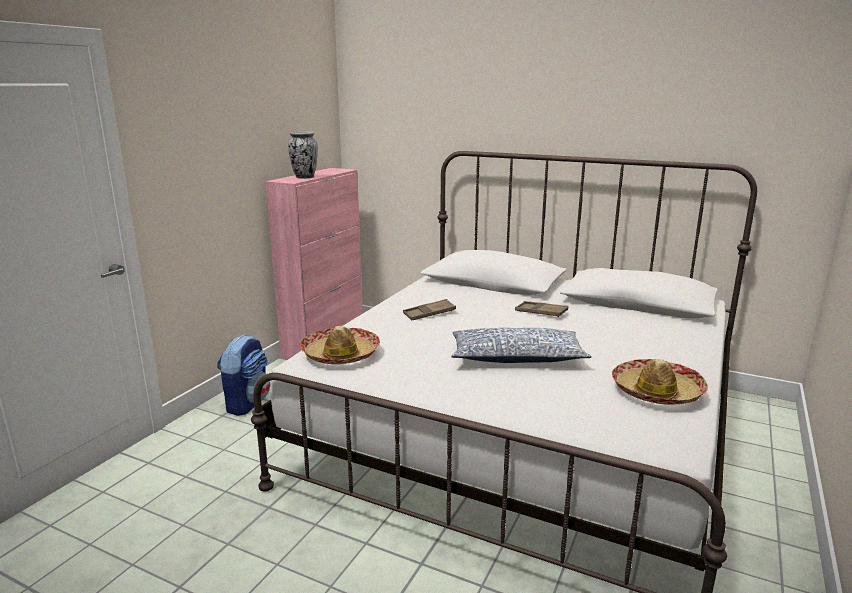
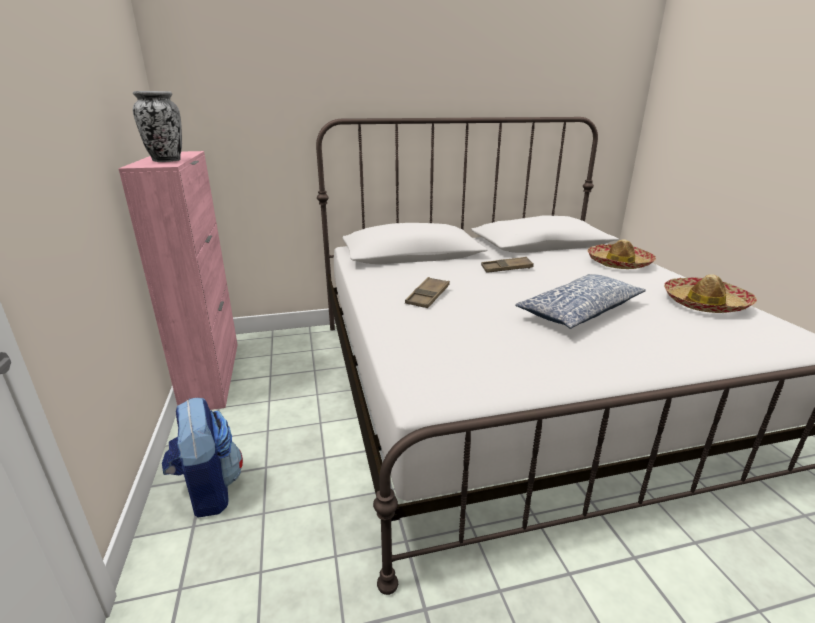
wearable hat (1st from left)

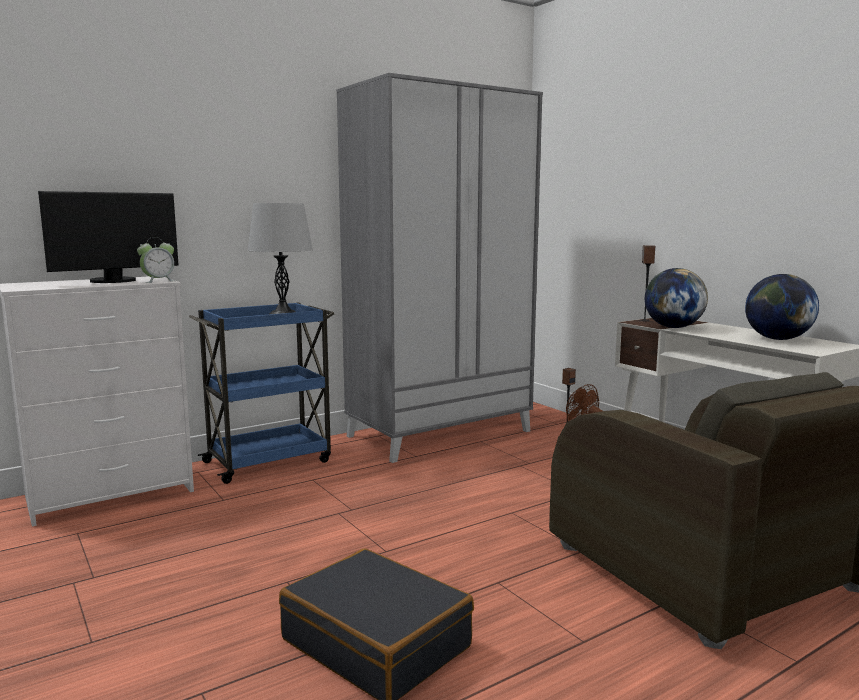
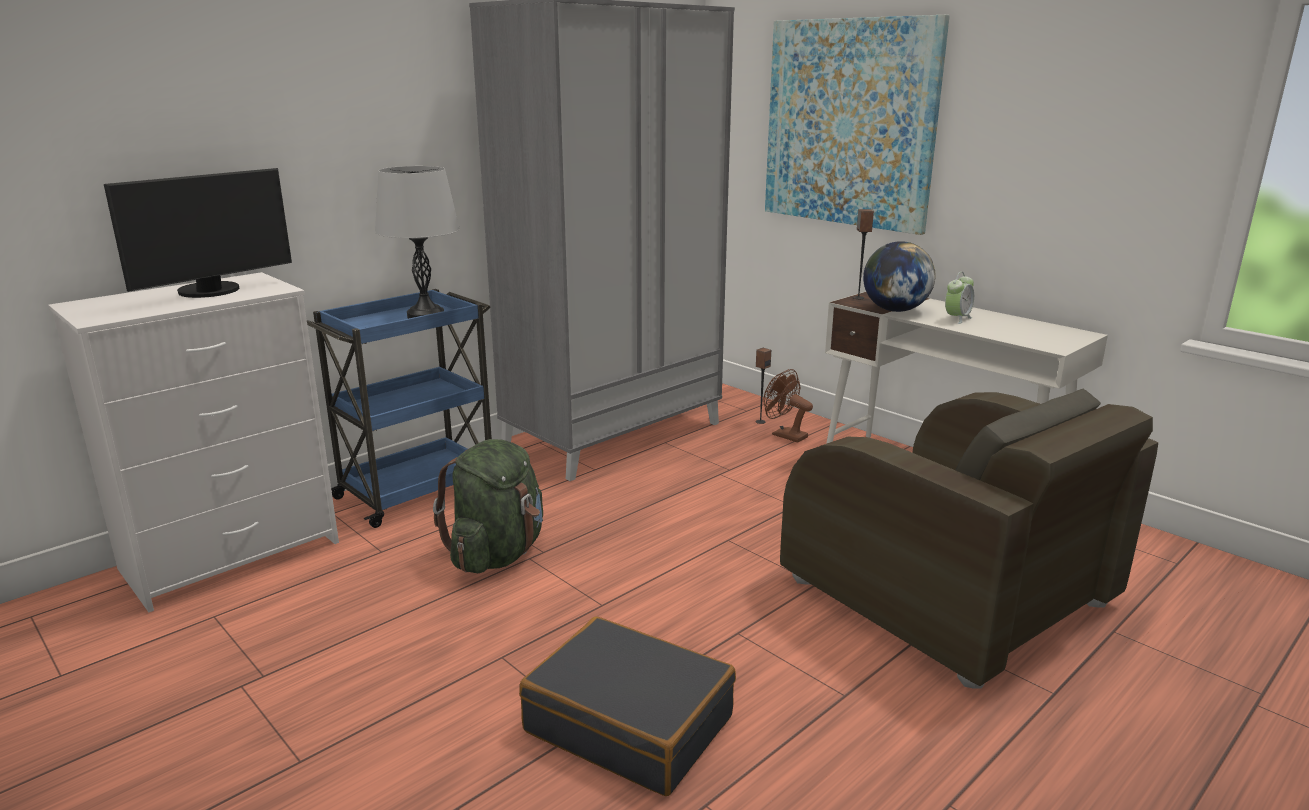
alarm clock
world globe (2nd from left in the first image)
wall art
rucksack in green-coloured

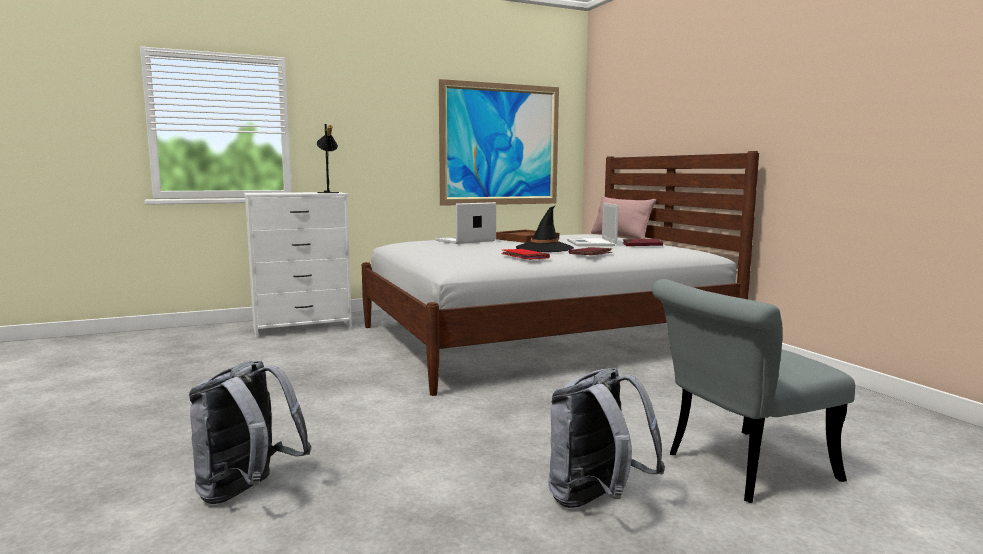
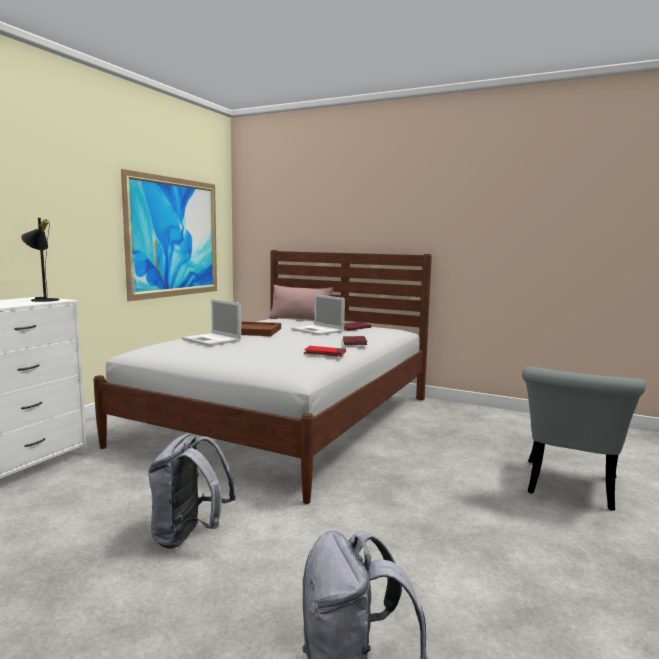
laptop (1st from left)
wearable hat in black-coloured
rucksack in grey (1st from left)

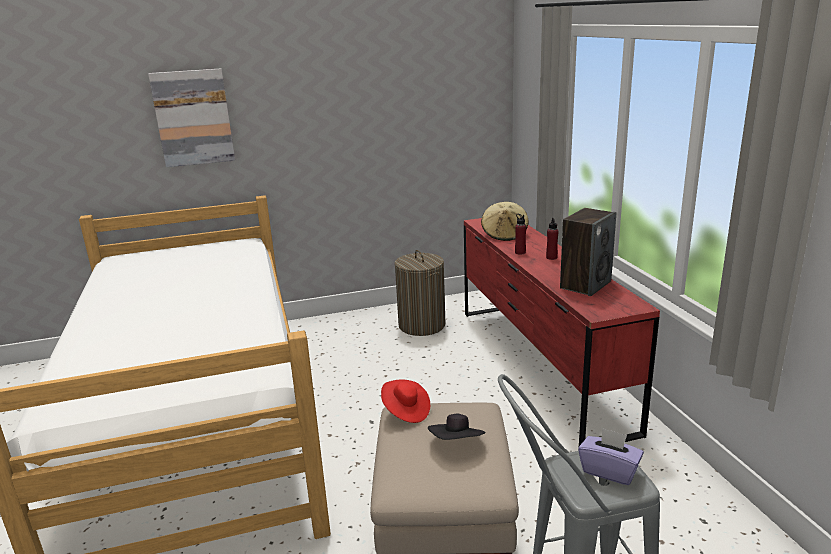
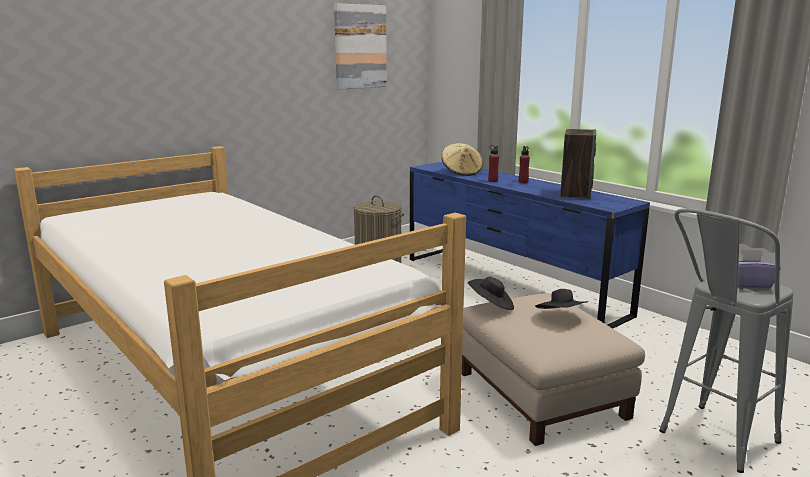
wall art
drawer chest in blue
wearable hat in black-coloured (1st from left)

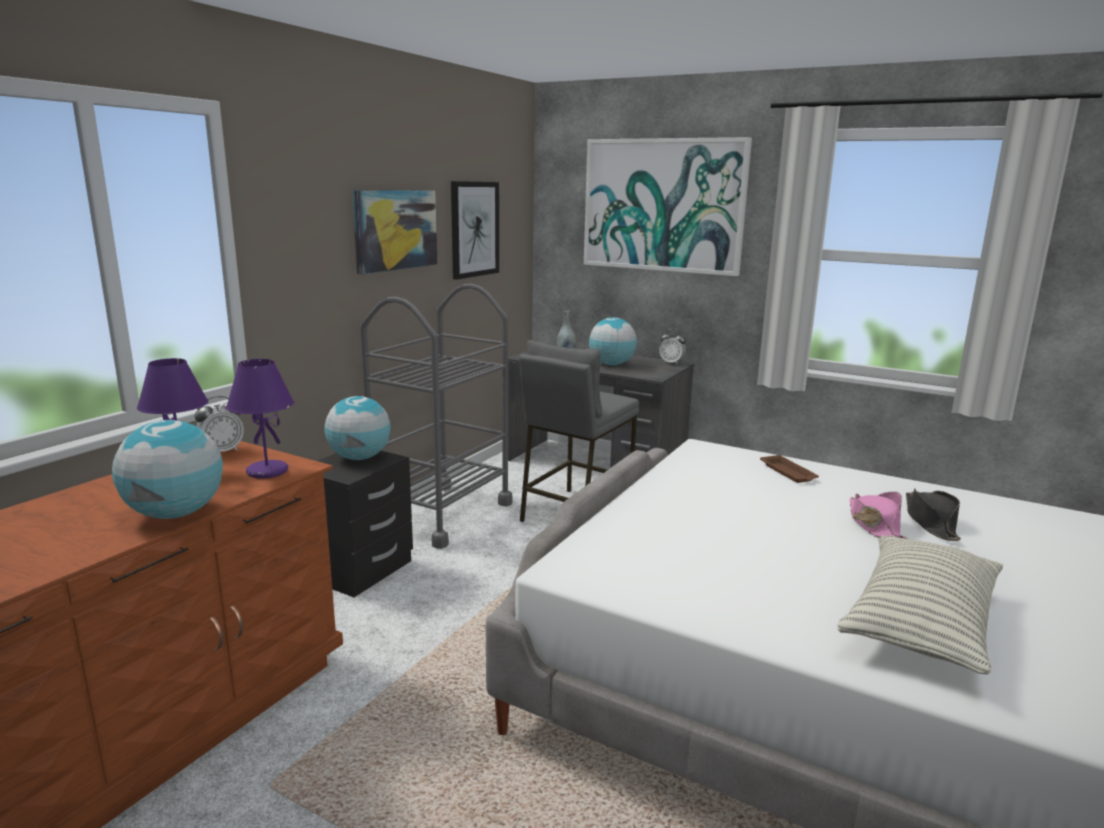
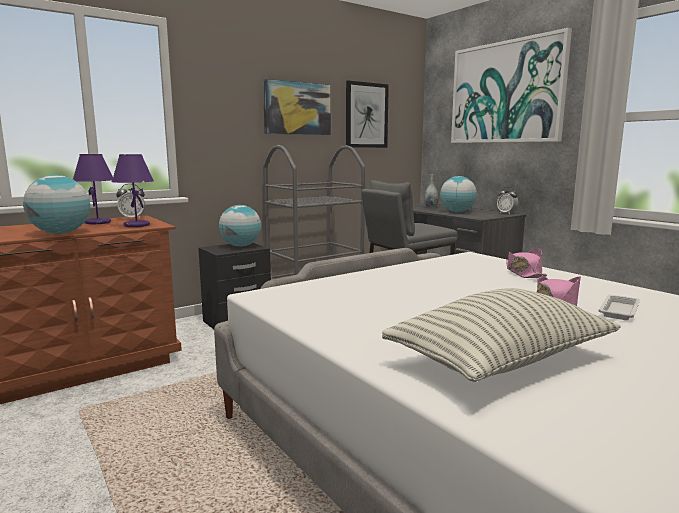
wearable hat in pinkish (1st from left)
carrying tray in white-coloured

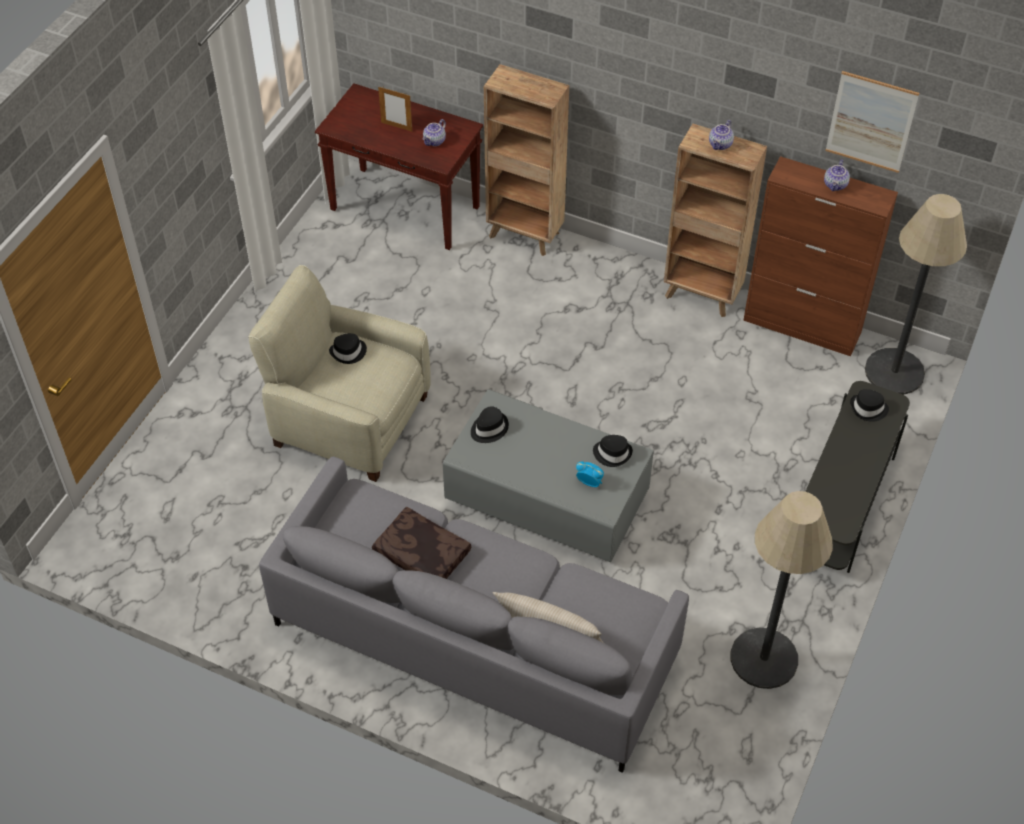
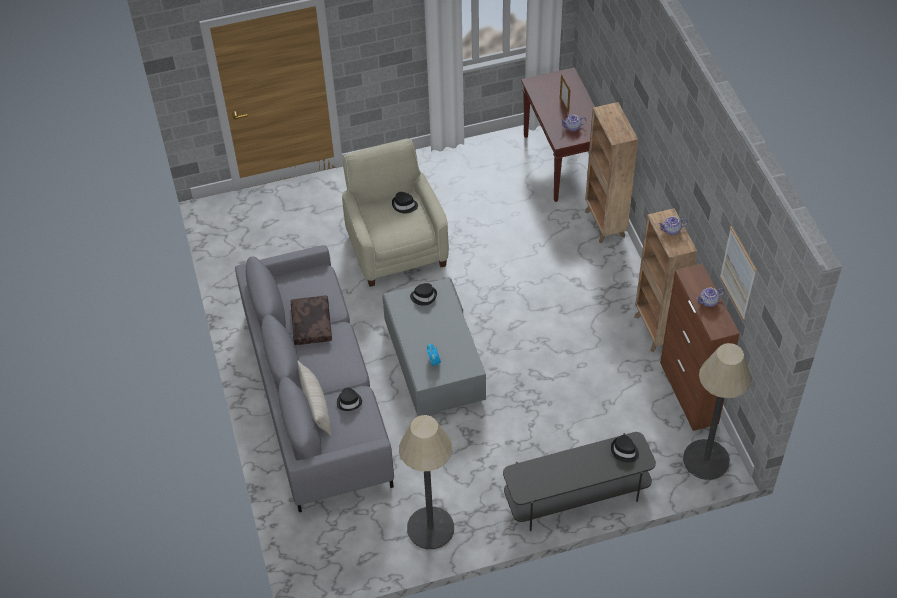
wearable hat in black-coloured (1st from left)

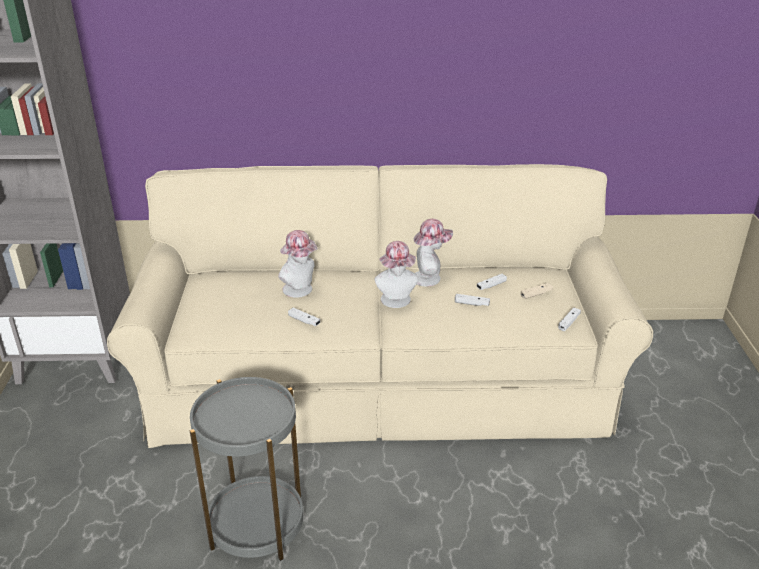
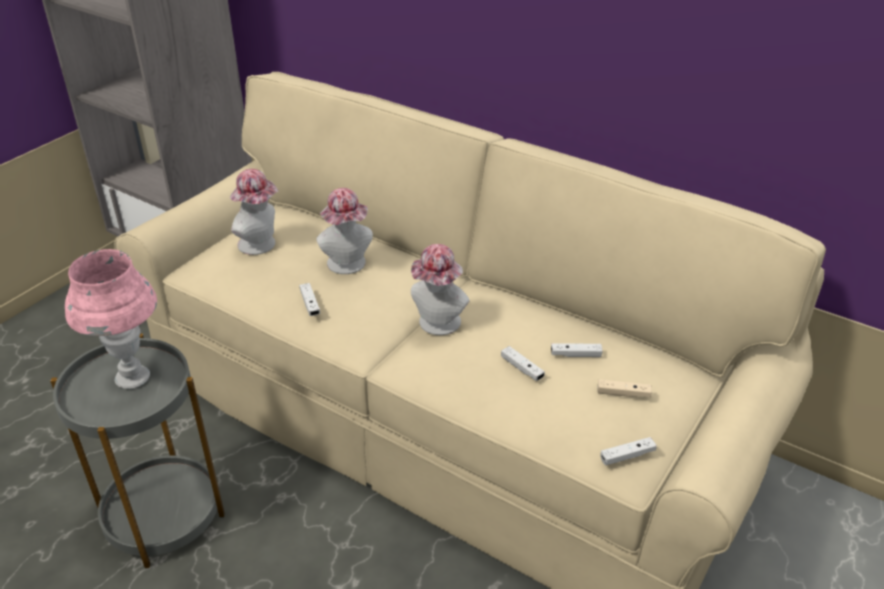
wearable hat (1st from left)
lamp for a table in pinkish

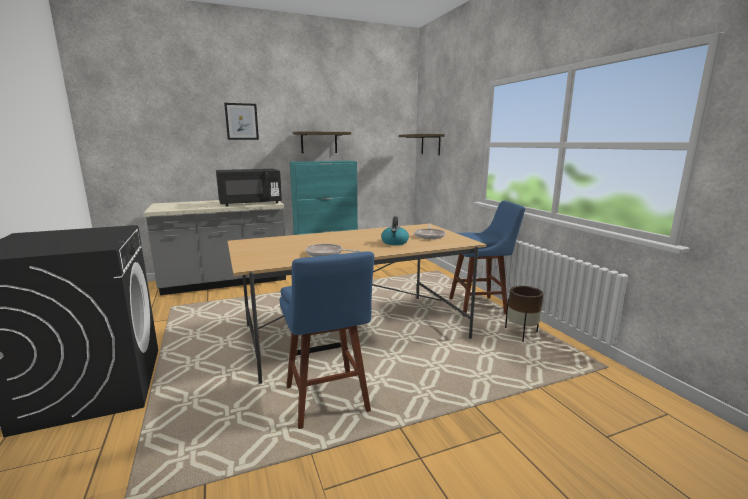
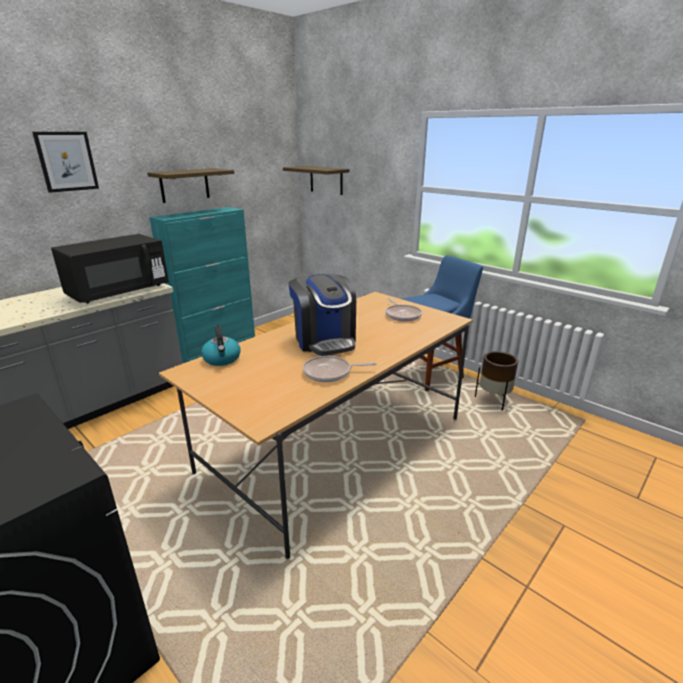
kettle
sitting stool in blue (1st from left in the first image)
coffee machine

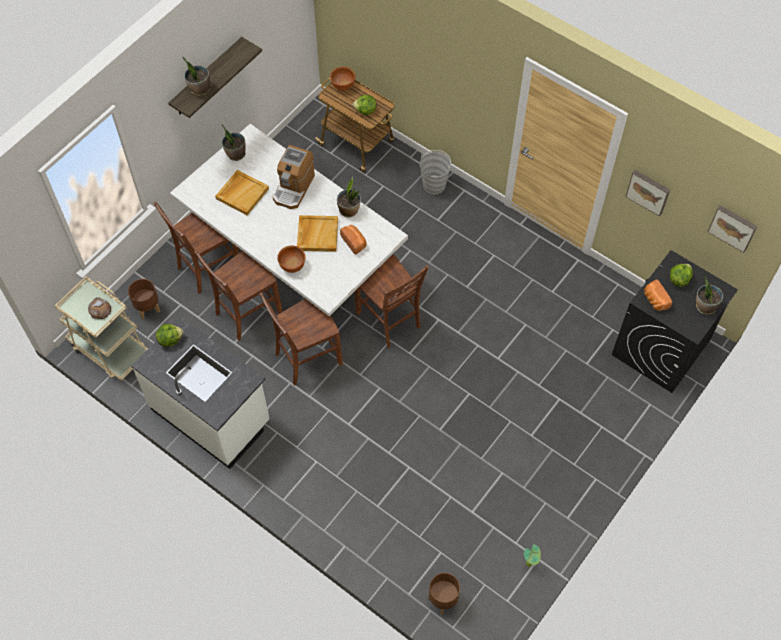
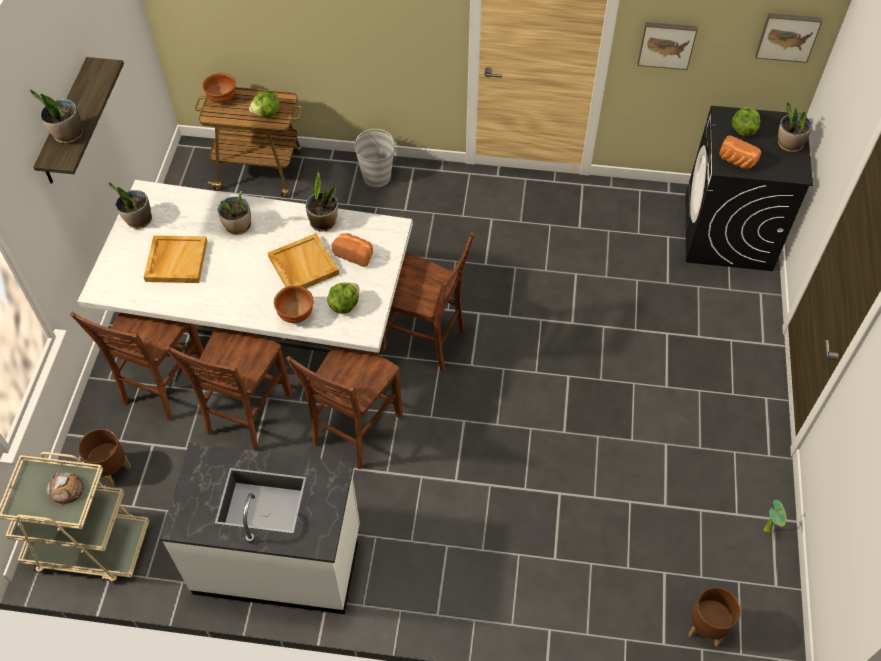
potted plant (3rd from left)
lettuce head (2nd from left)

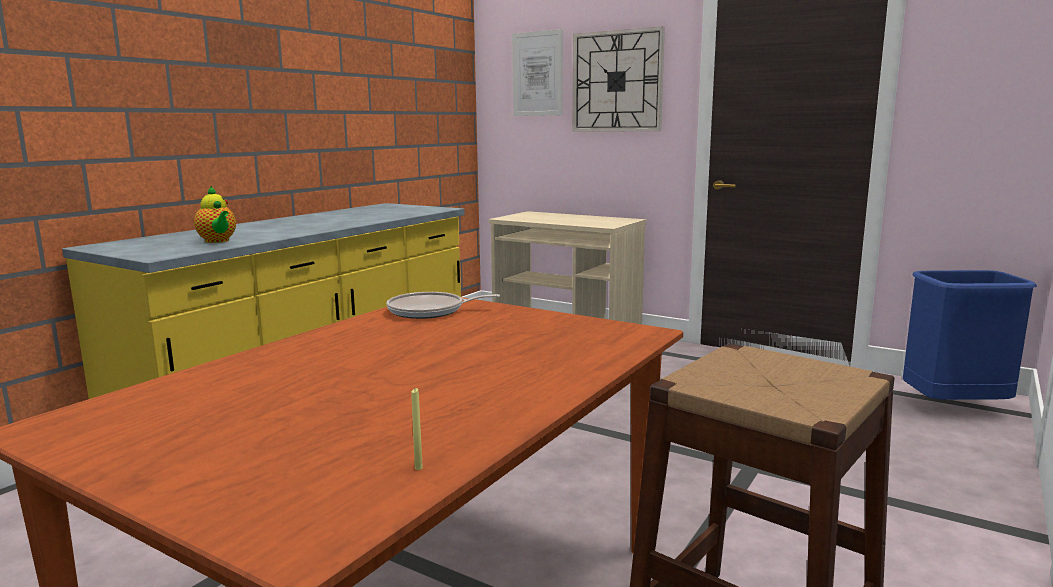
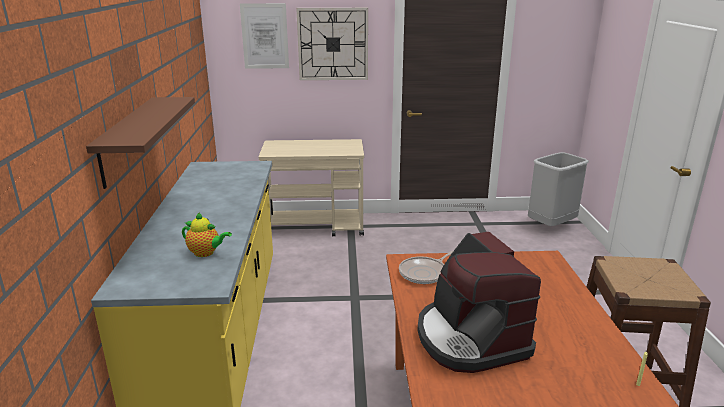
trash can in grey
bracket shelf in brown
coffee machine

